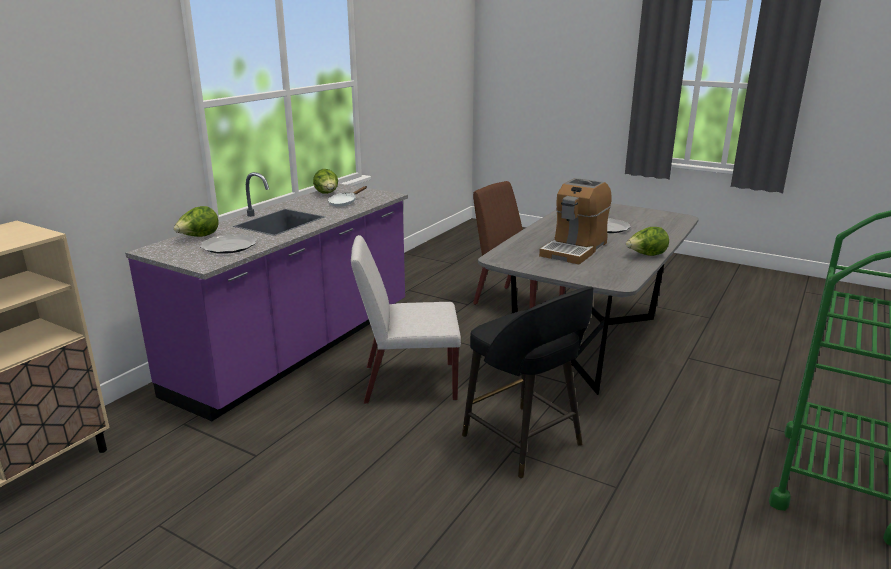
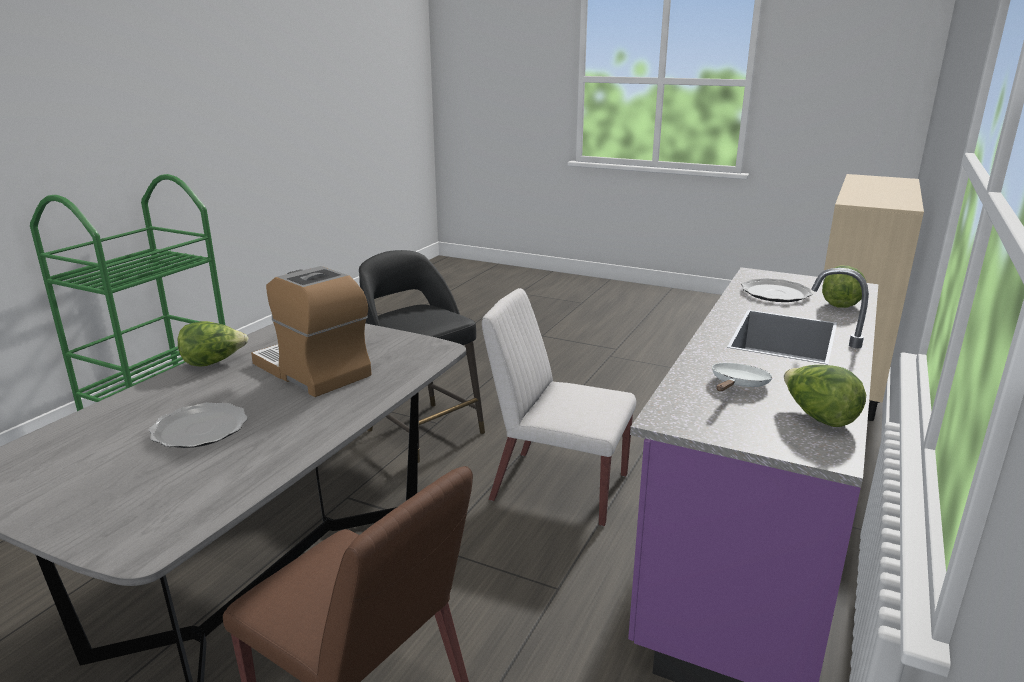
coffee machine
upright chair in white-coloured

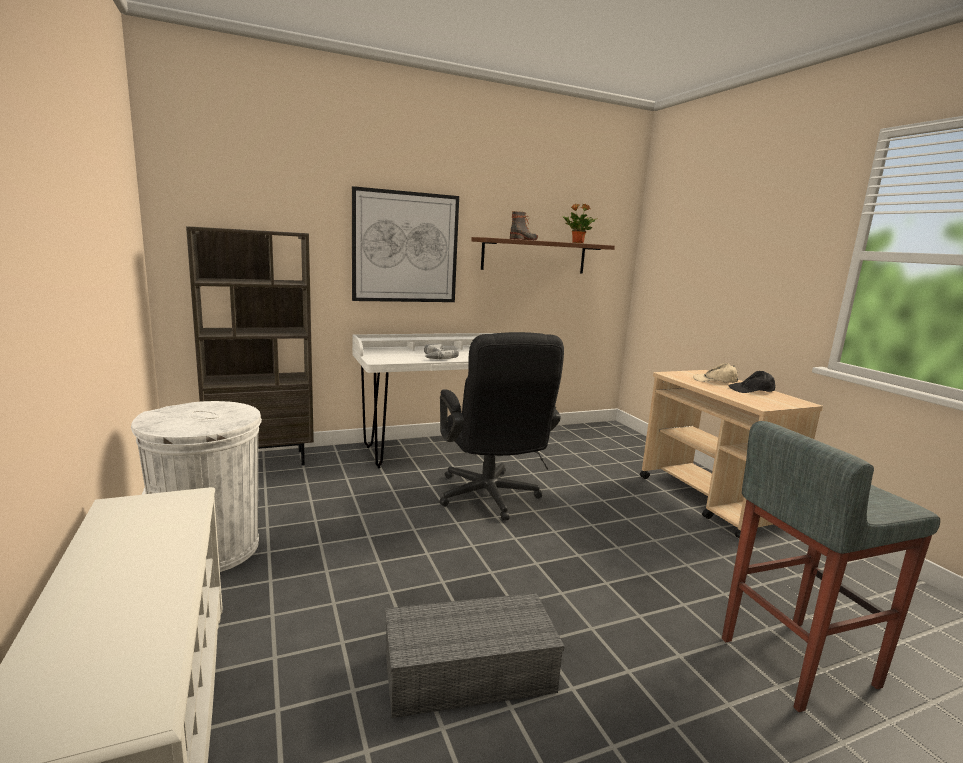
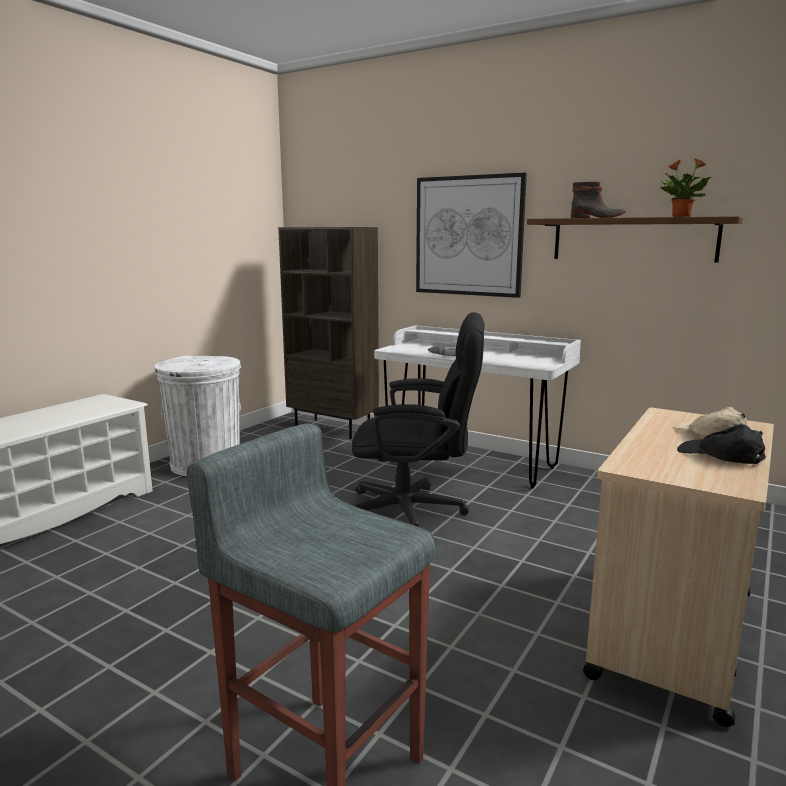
desk chair in black-coloured
storage bin in grey

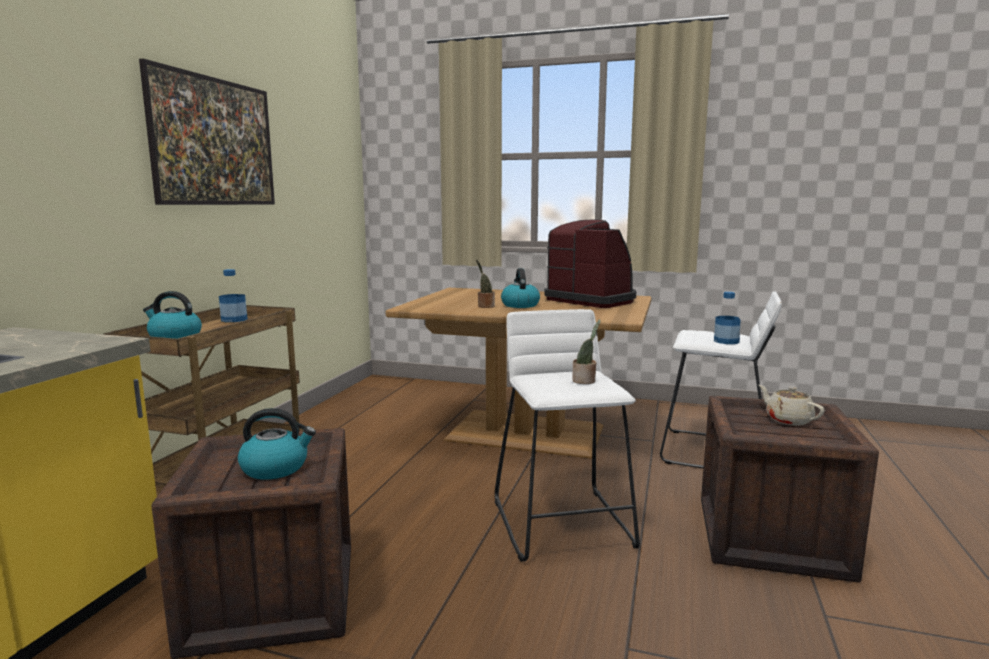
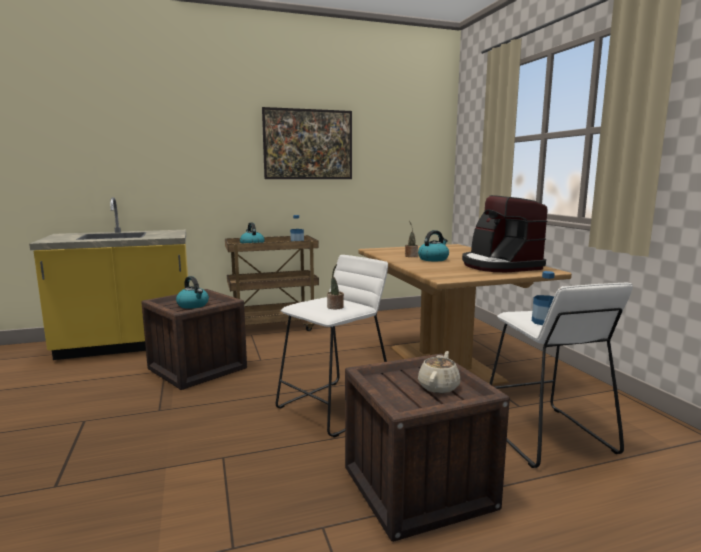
coffee machine

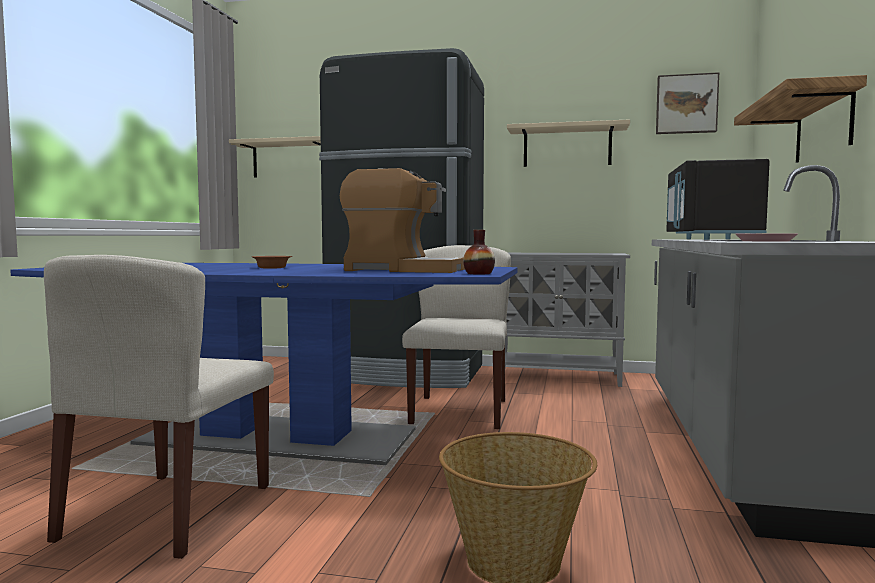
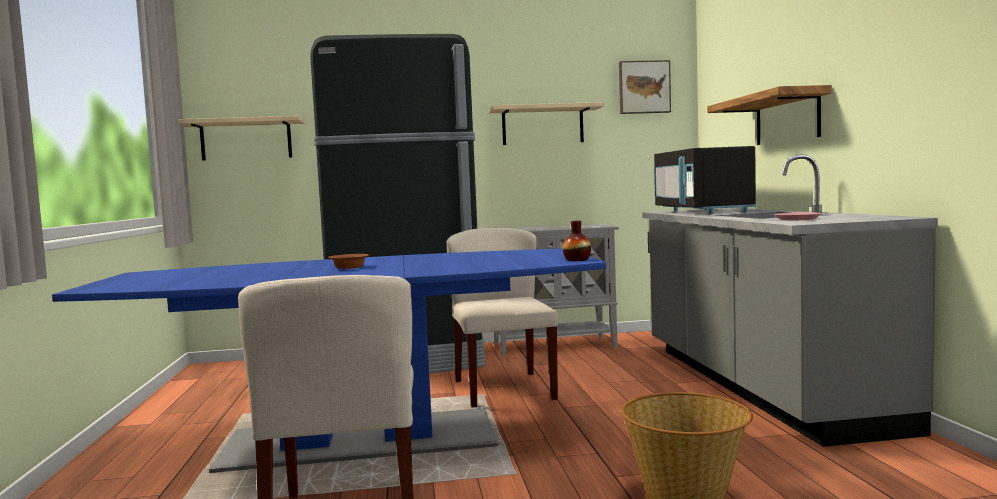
coffee machine

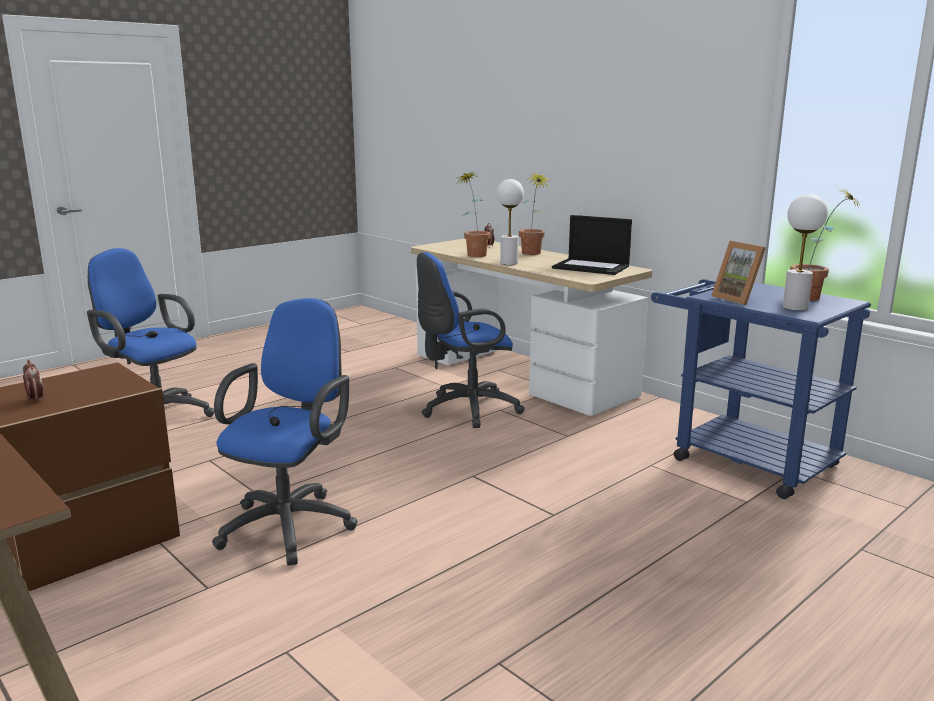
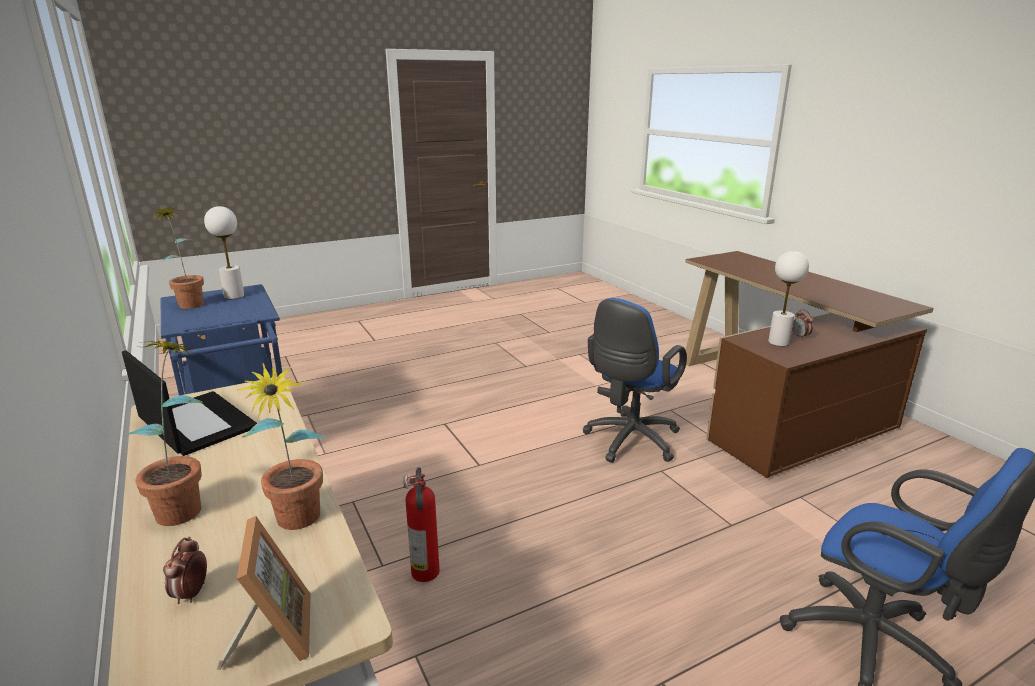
lamp for a table in white-coloured (2nd from left)
picture frame
extinguisher

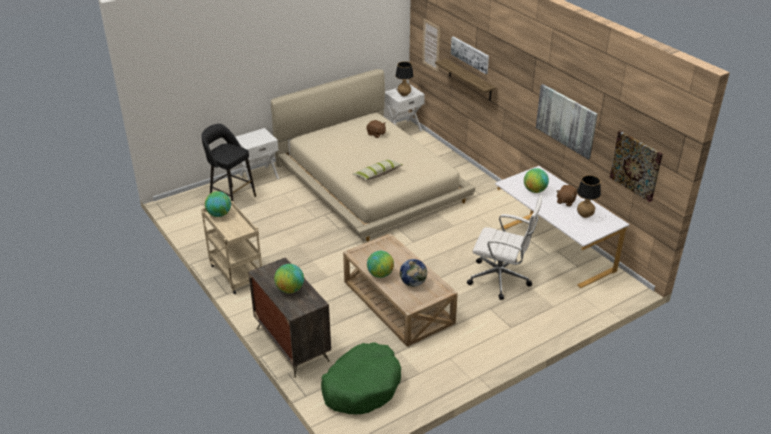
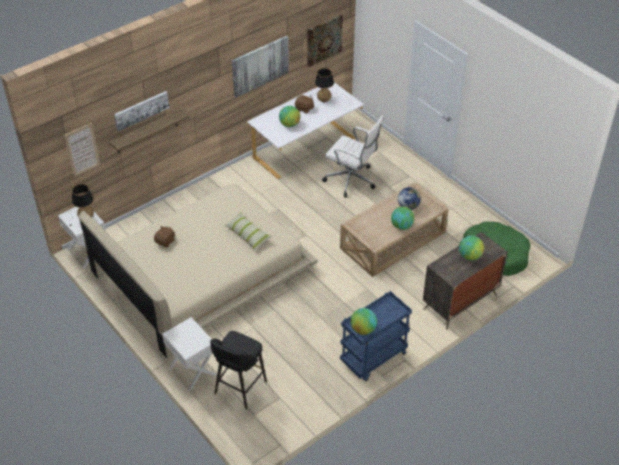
desk chair in white-coloured
trolley in blue

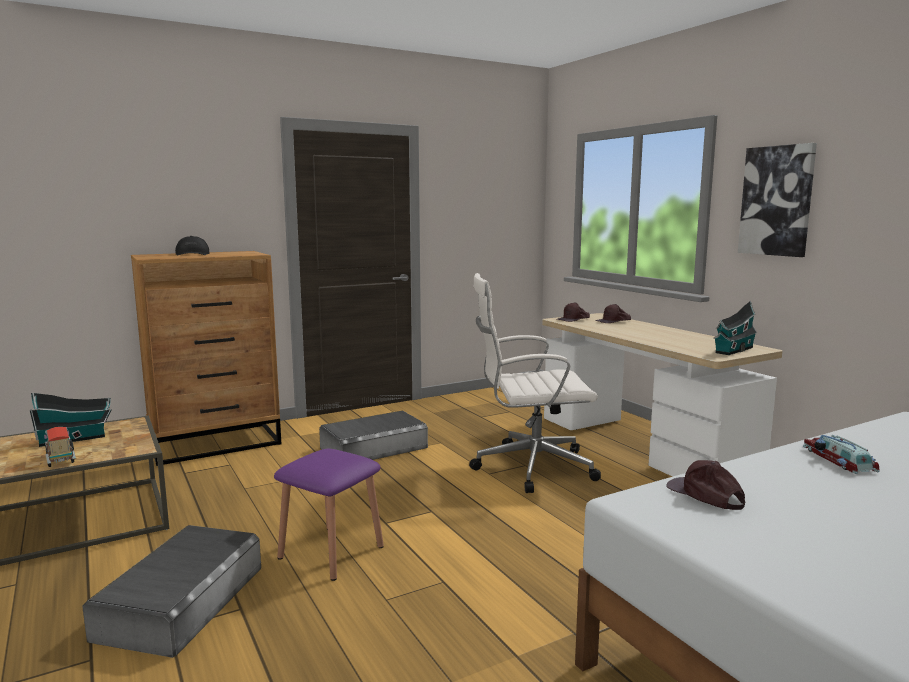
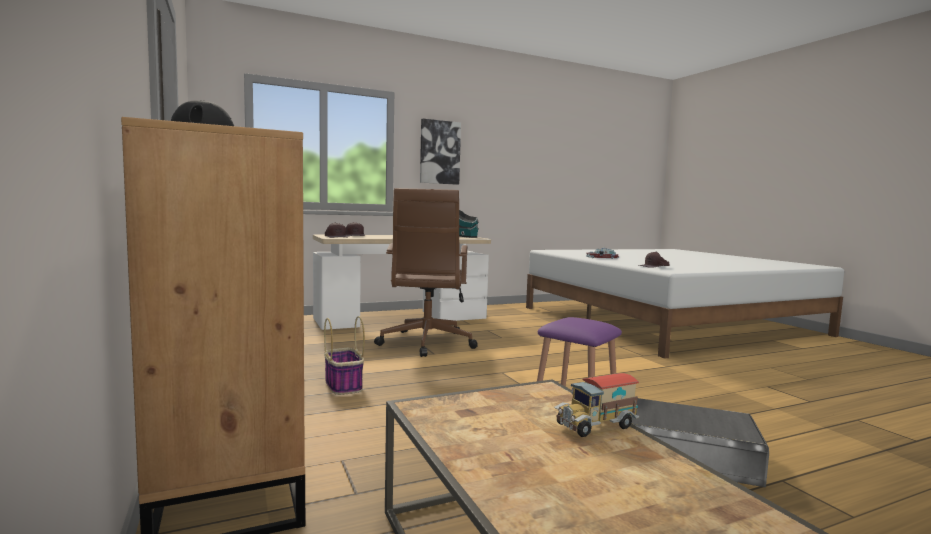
desk chair in brown
miniature house (1st from left in the first image)
storage basket

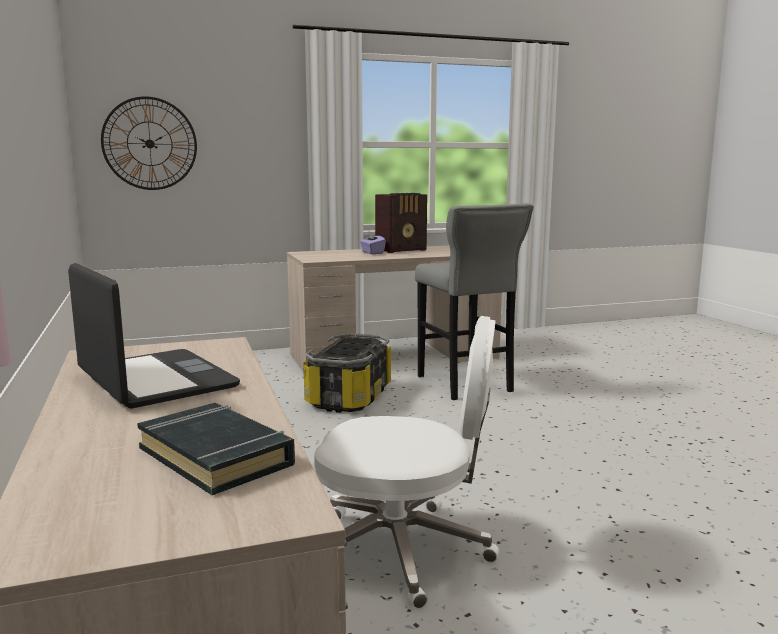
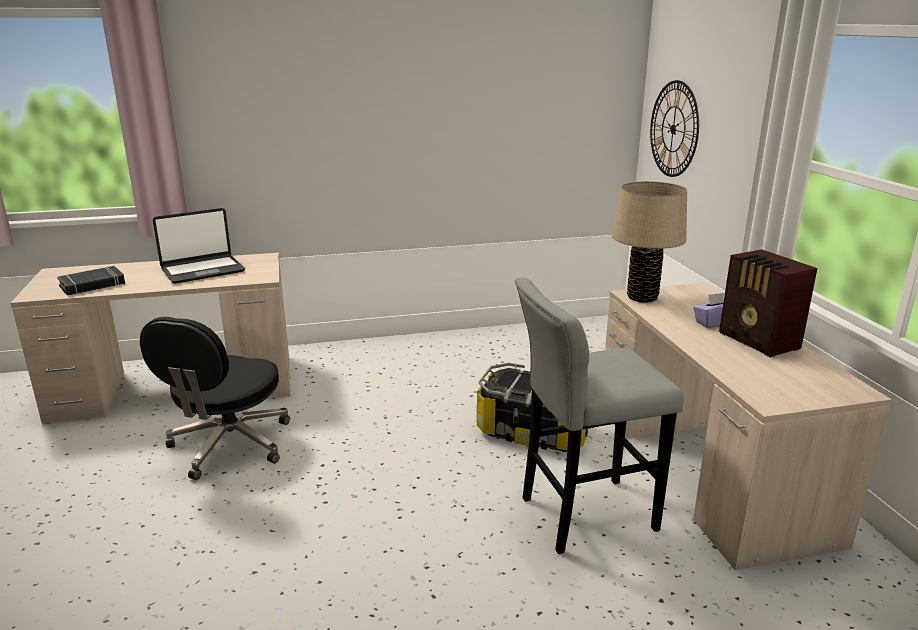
desk chair in black-coloured
lamp for a table in beige-coloured

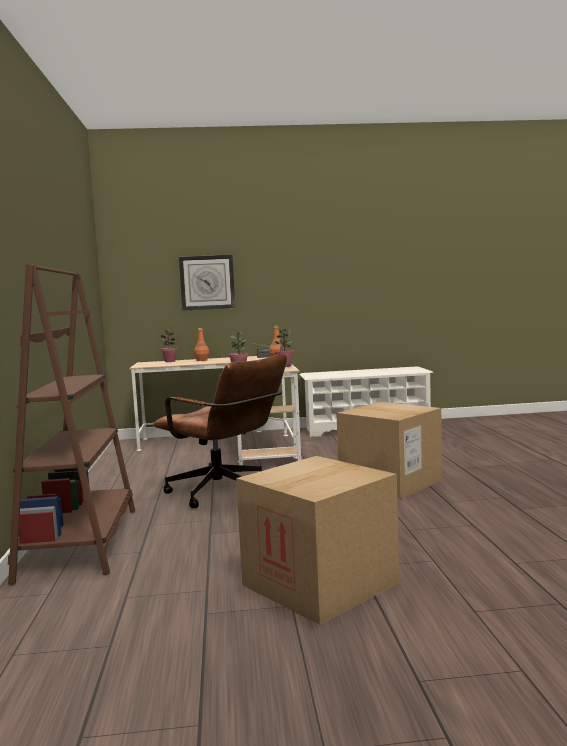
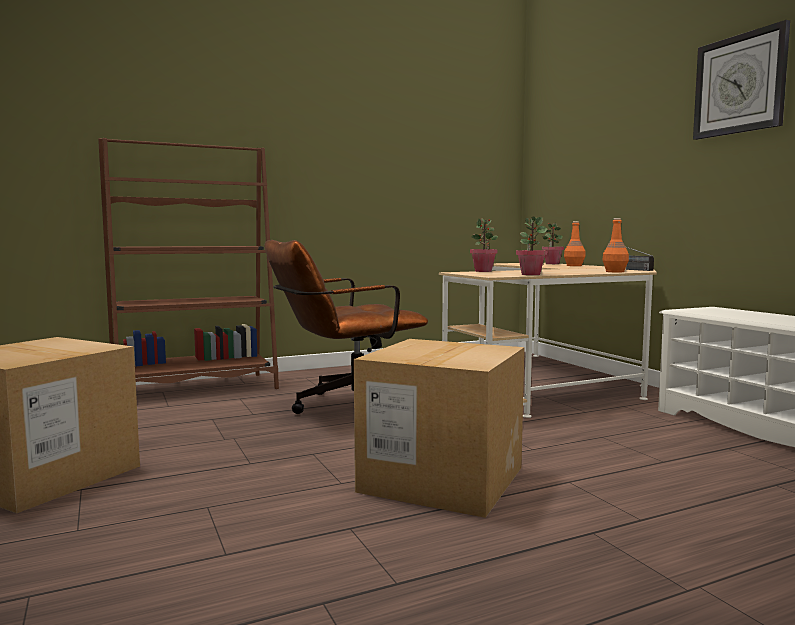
wall clock
desk chair in brown

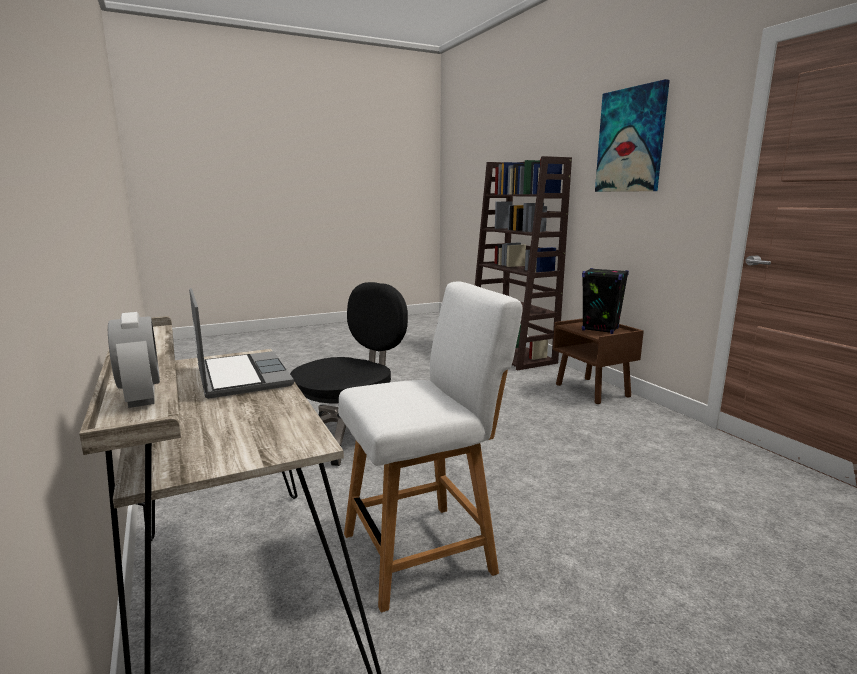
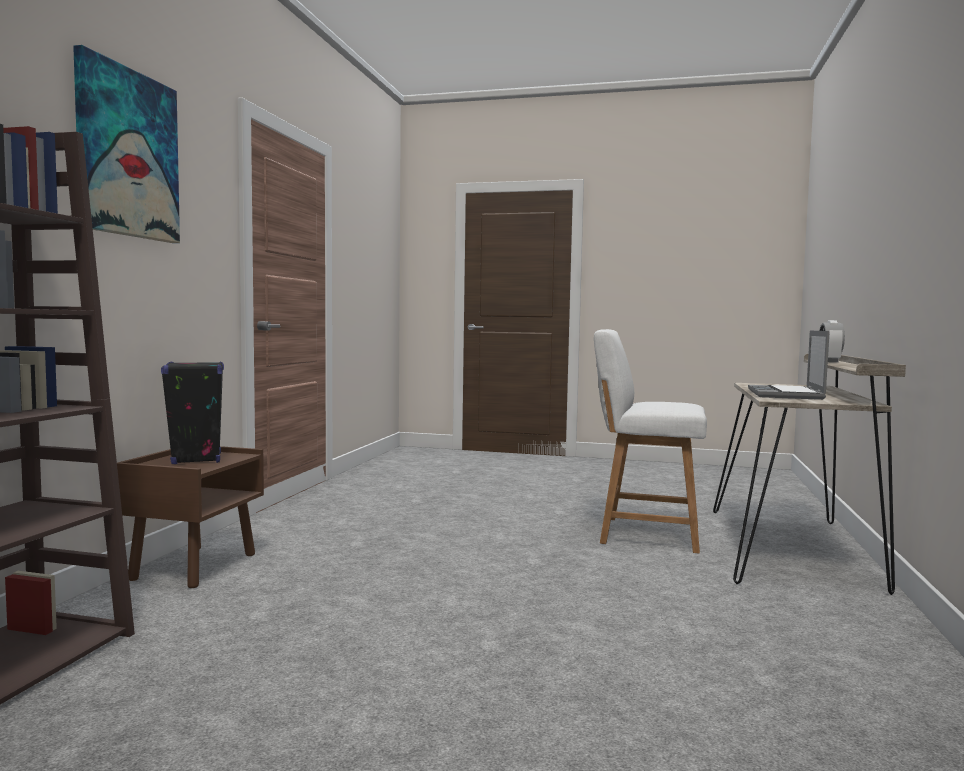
desk chair in black-coloured

